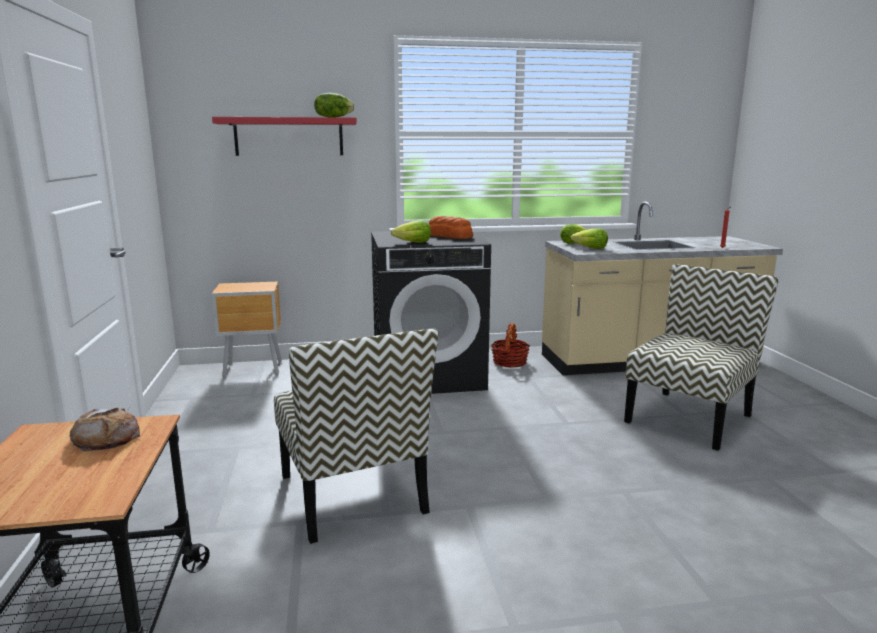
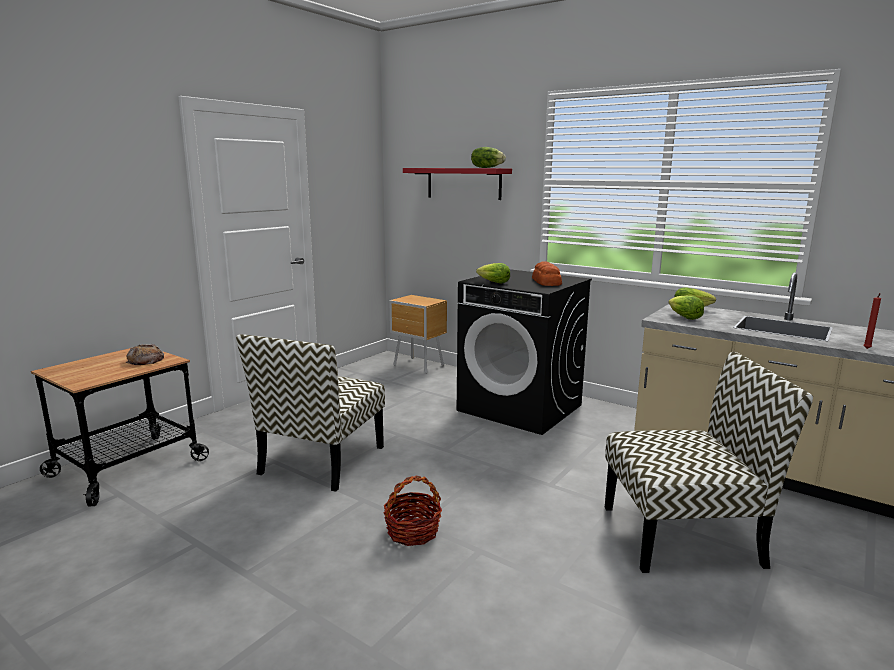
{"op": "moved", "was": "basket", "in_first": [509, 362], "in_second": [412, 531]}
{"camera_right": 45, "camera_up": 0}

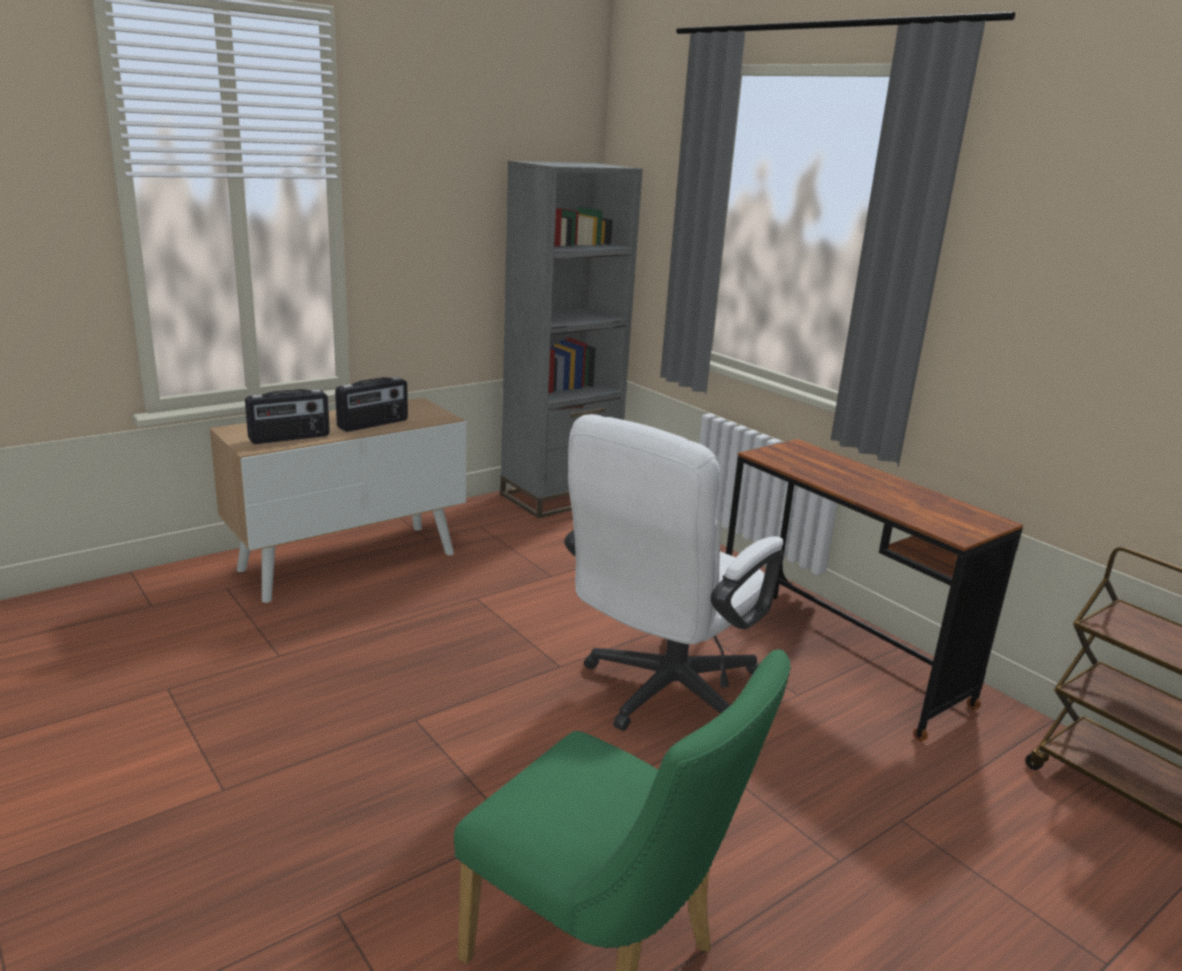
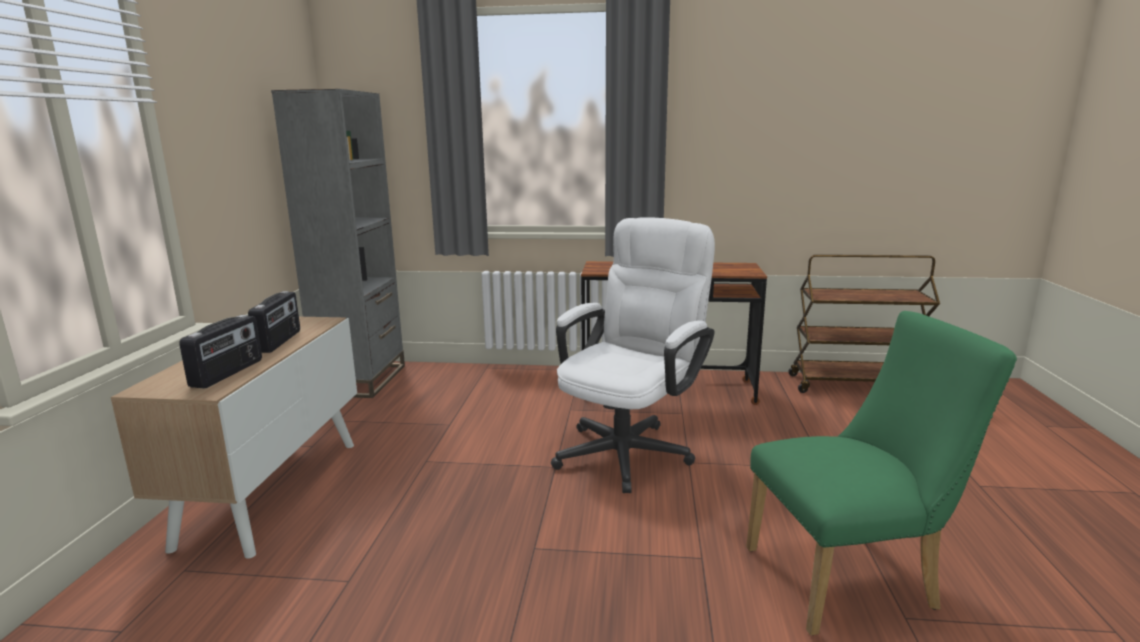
{"op": "turned", "was": "white computer chair", "in_first": [661, 694], "in_second": [630, 448], "clockwise": -135}
{"camera_right": -45, "camera_up": -5}

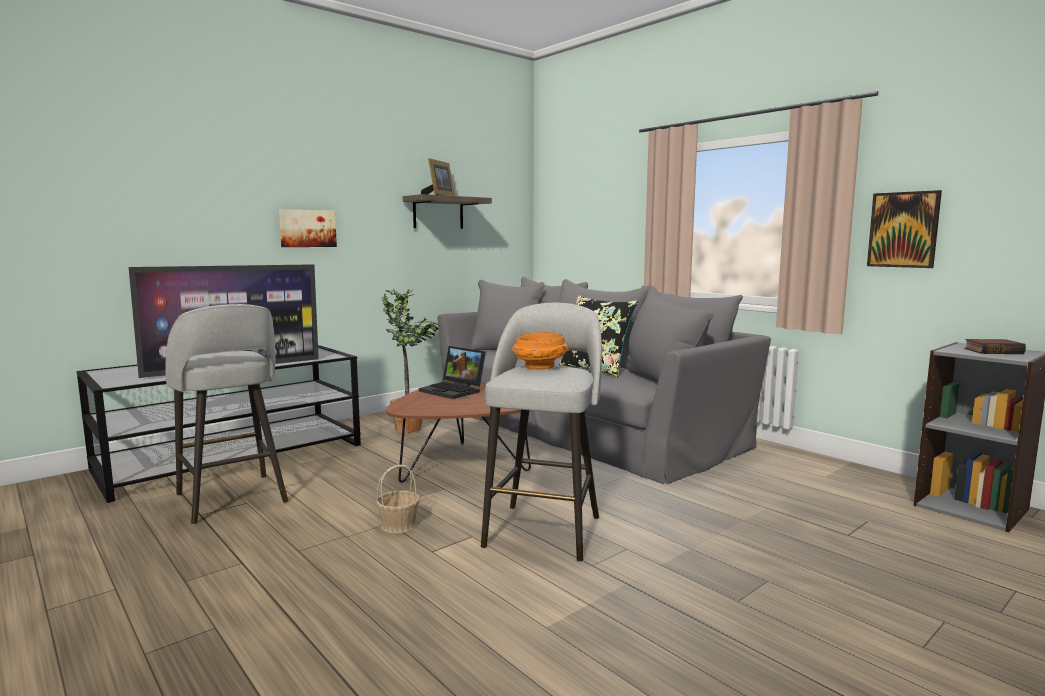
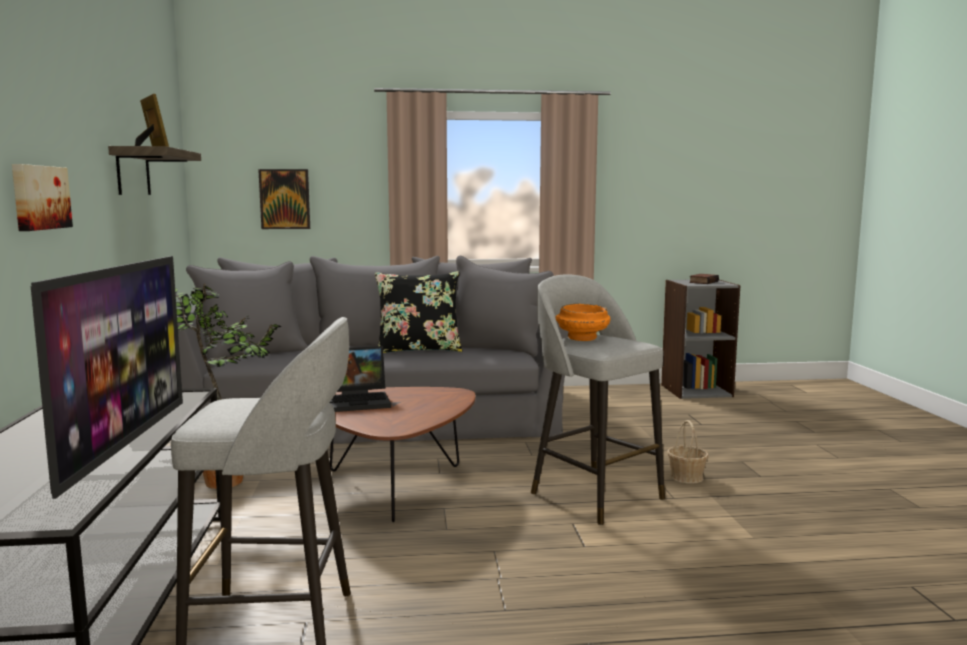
{"op": "moved", "was": "wall picture", "in_first": [903, 230], "in_second": [285, 199]}
{"op": "moved", "was": "basket", "in_first": [399, 525], "in_second": [686, 477]}
{"camera_right": -55, "camera_up": 0}

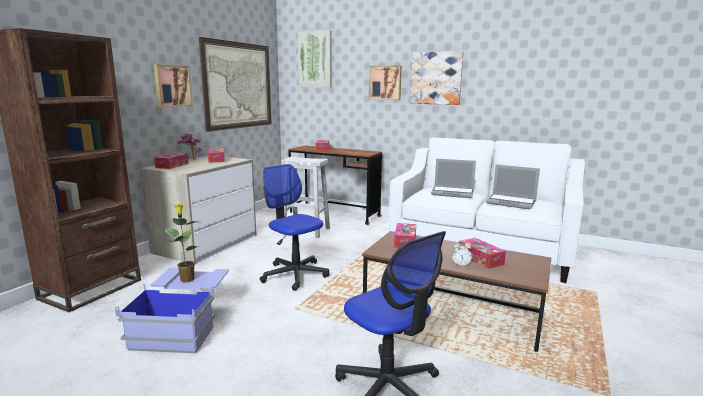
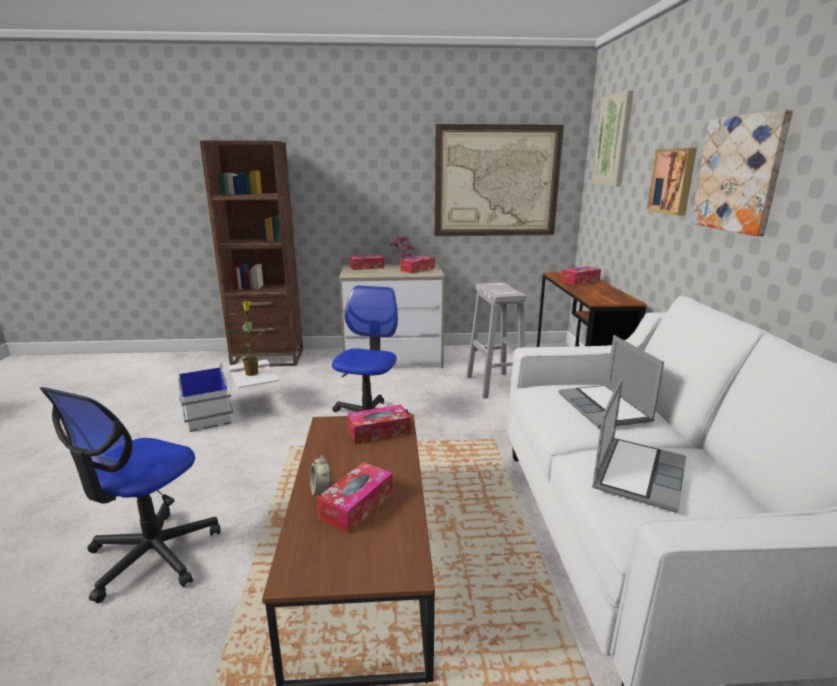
{"op": "recoloured", "was": "bluish storage container", "now": "white storage container", "in_first": [183, 325], "in_second": [232, 410]}
{"op": "turned", "was": "notebook computer", "in_first": [511, 202], "in_second": [638, 473], "clockwise": -150}
{"op": "removed", "was": "wall picture", "in_first": [172, 86]}
{"camera_right": 60, "camera_up": 5}

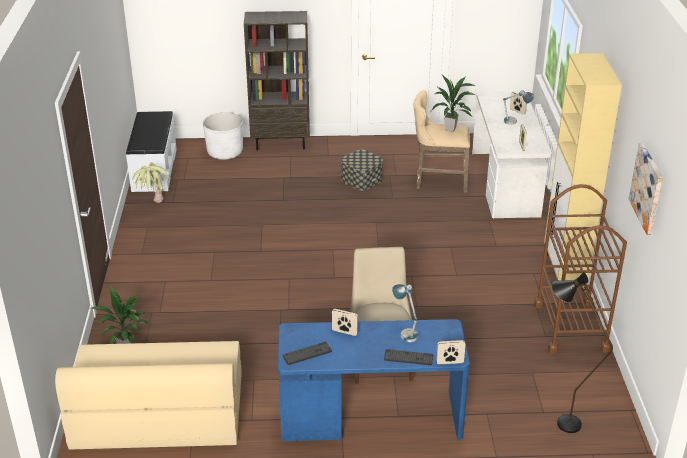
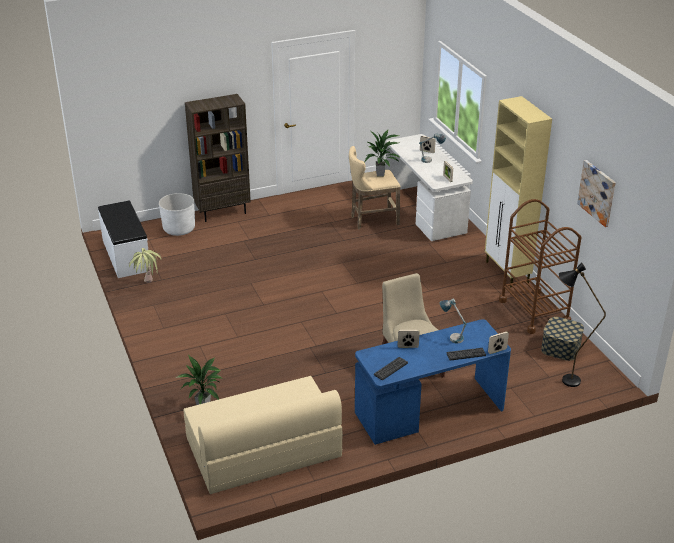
{"op": "moved", "was": "storage container", "in_first": [361, 179], "in_second": [560, 347]}
{"camera_right": -20, "camera_up": 0}

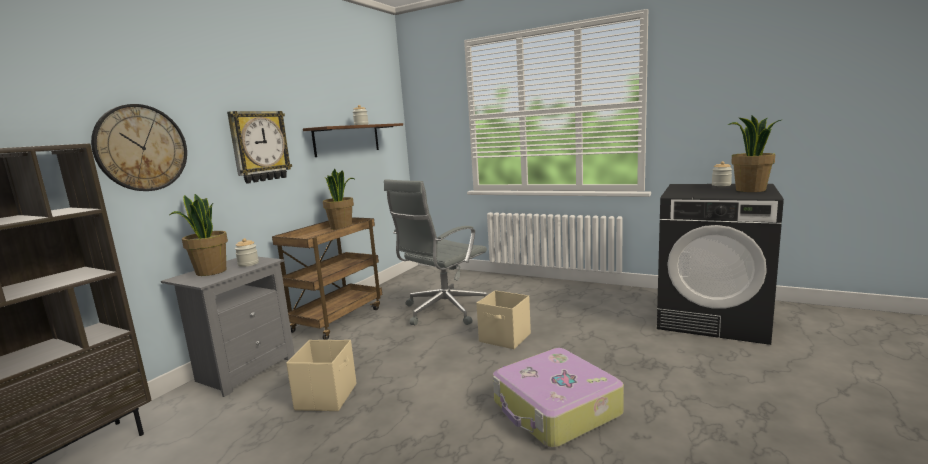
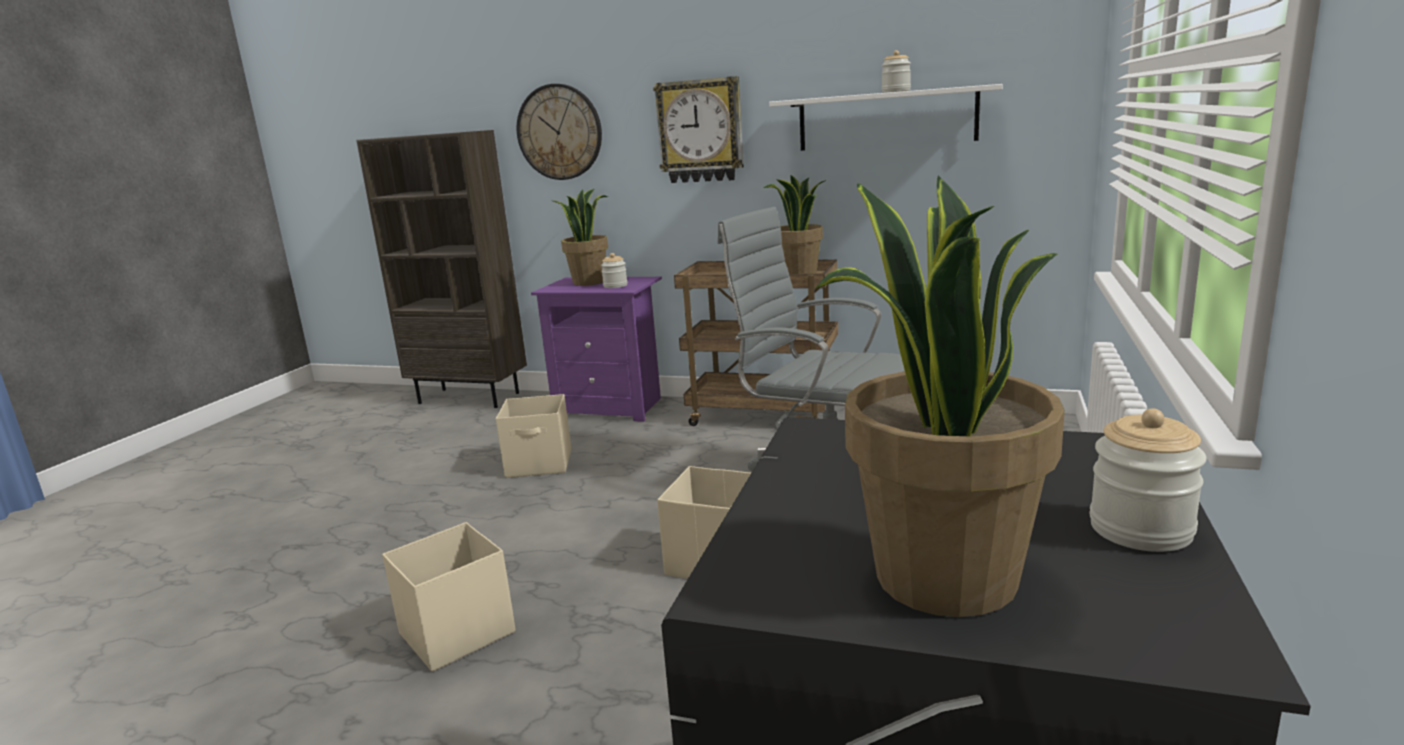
{"op": "replaced", "was": "piece of luggage", "now": "beige storage container", "in_first": [555, 409], "in_second": [455, 634]}
{"op": "recoloured", "was": "greyish nightstand", "now": "purple-coloured nightstand", "in_first": [244, 369], "in_second": [612, 407]}
{"op": "recoloured", "was": "brownish bracket shelf", "now": "white bracket shelf", "in_first": [347, 139], "in_second": [886, 119]}
{"camera_right": 80, "camera_up": 5}

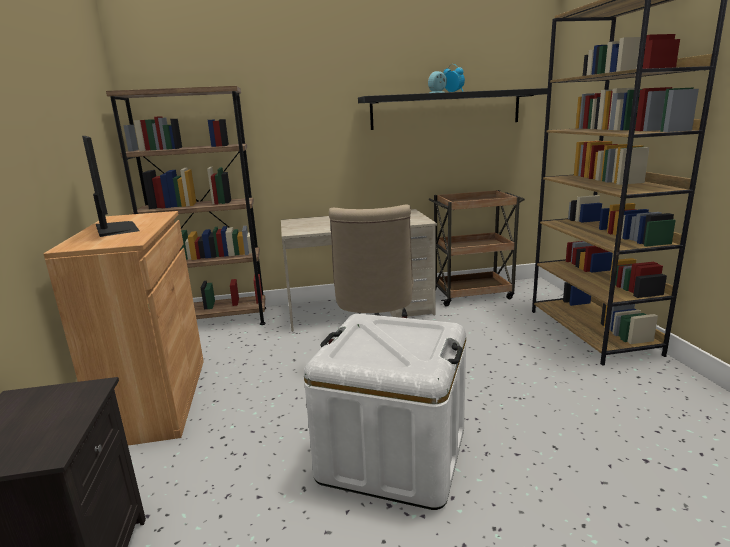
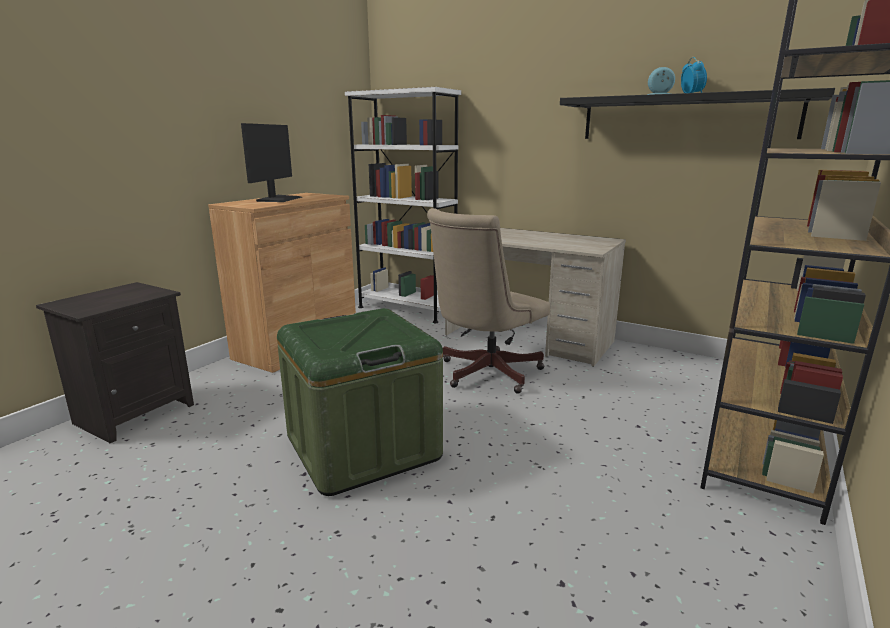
{"op": "recoloured", "was": "white storage container", "now": "green-coloured storage container", "in_first": [393, 454], "in_second": [363, 447]}
{"op": "recoloured", "was": "brownish bookcase", "now": "white bookcase", "in_first": [214, 321], "in_second": [407, 309]}
{"op": "removed", "was": "brownish wheeled cart", "in_first": [472, 294]}
{"camera_right": 40, "camera_up": 0}

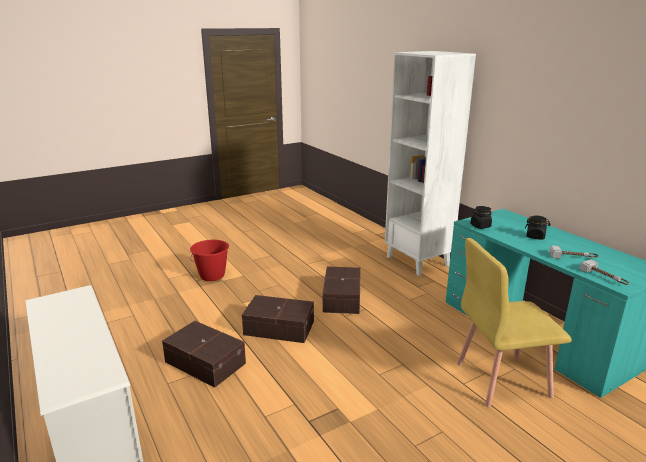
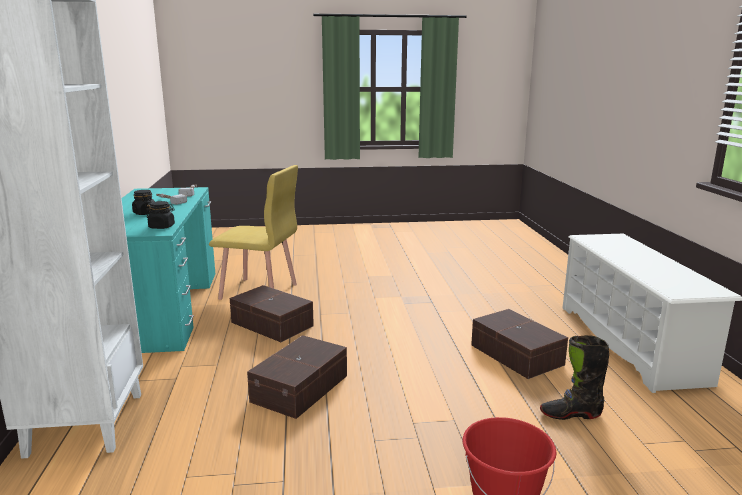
{"op": "moved", "was": "brownish storage container", "in_first": [279, 327], "in_second": [271, 325]}
{"op": "added", "now": "black high-top boot", "in_second": [570, 414]}
{"camera_right": -155, "camera_up": -5}

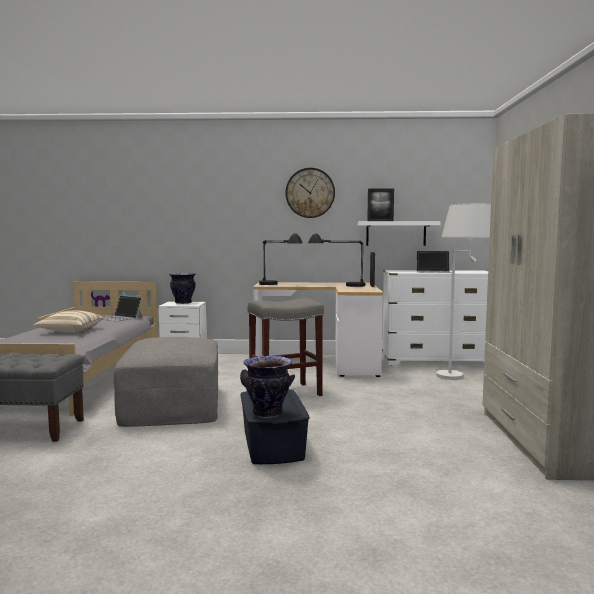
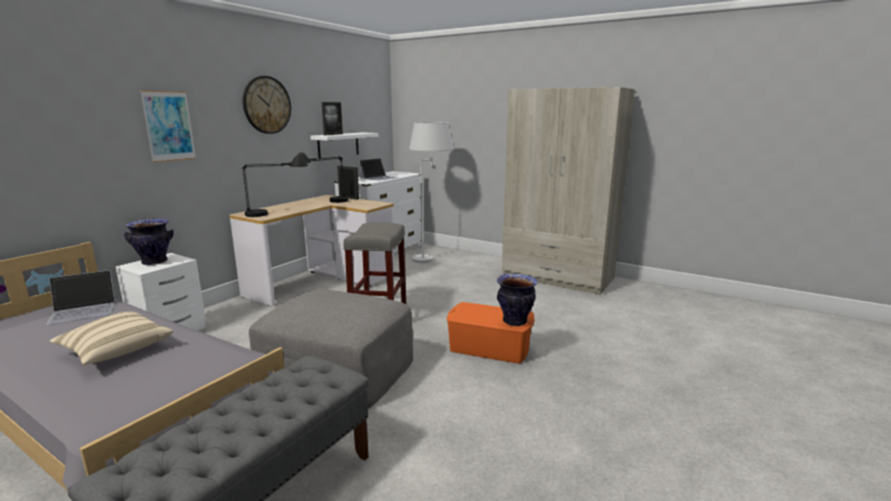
{"op": "added", "now": "wall picture", "in_second": [169, 126]}
{"op": "recoloured", "was": "bluish storage container", "now": "orange-coloured storage container", "in_first": [272, 444], "in_second": [489, 348]}
{"camera_right": -60, "camera_up": 10}

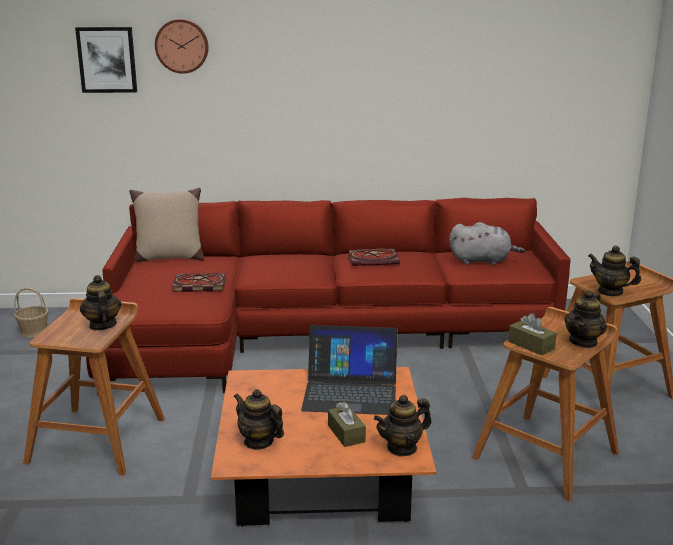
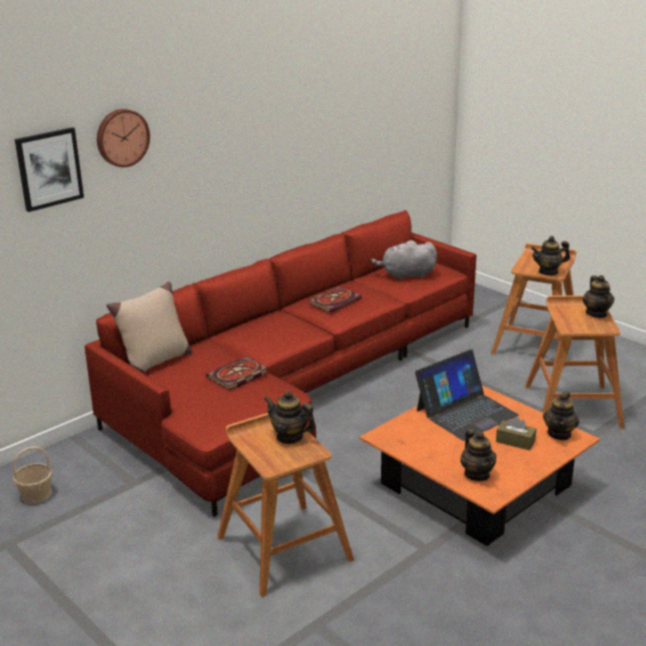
{"op": "turned", "was": "greyish plush toy", "in_first": [482, 261], "in_second": [406, 275], "clockwise": -150}
{"op": "turned", "was": "teapot", "in_first": [258, 442], "in_second": [477, 474], "clockwise": -105}
{"op": "removed", "was": "brownish tissue holder", "in_first": [531, 345]}
{"camera_right": -40, "camera_up": 5}

